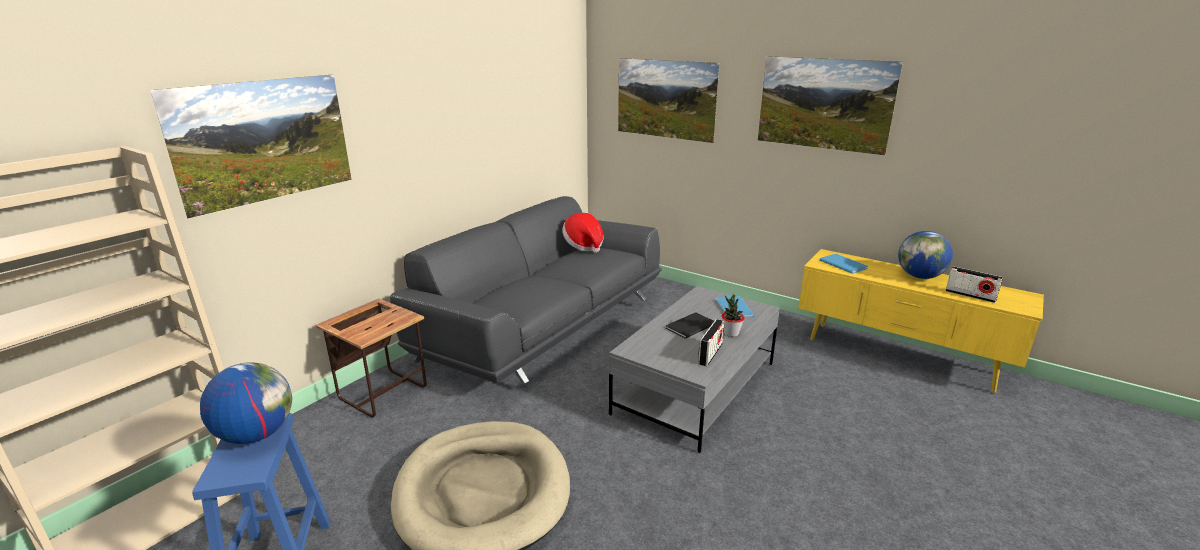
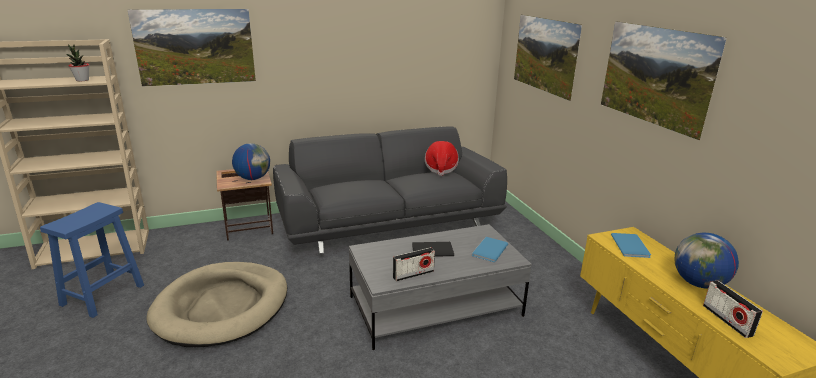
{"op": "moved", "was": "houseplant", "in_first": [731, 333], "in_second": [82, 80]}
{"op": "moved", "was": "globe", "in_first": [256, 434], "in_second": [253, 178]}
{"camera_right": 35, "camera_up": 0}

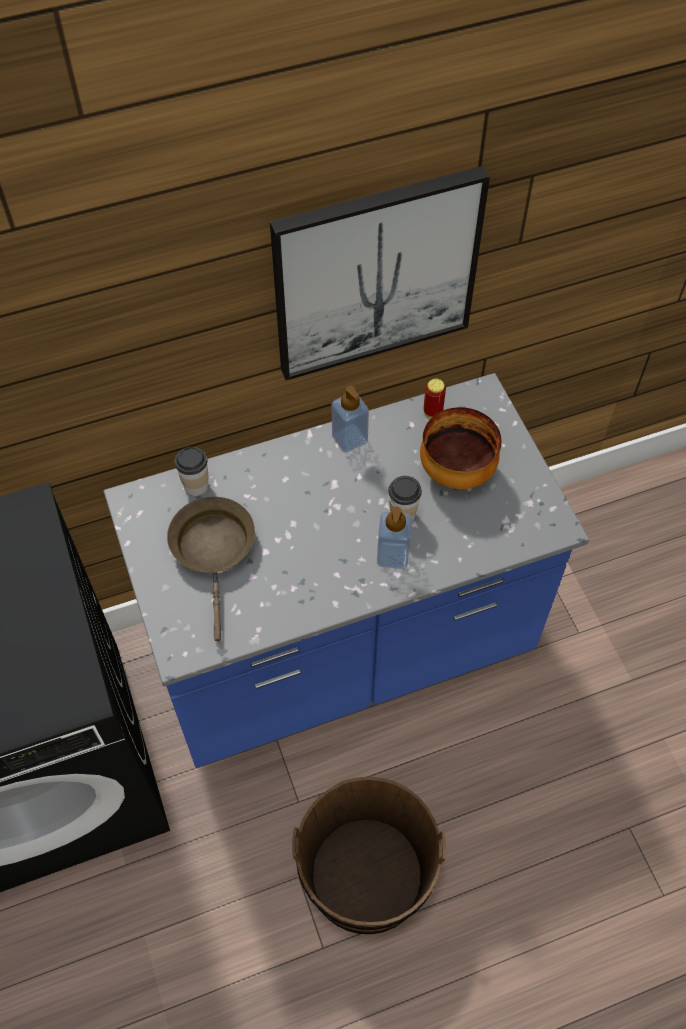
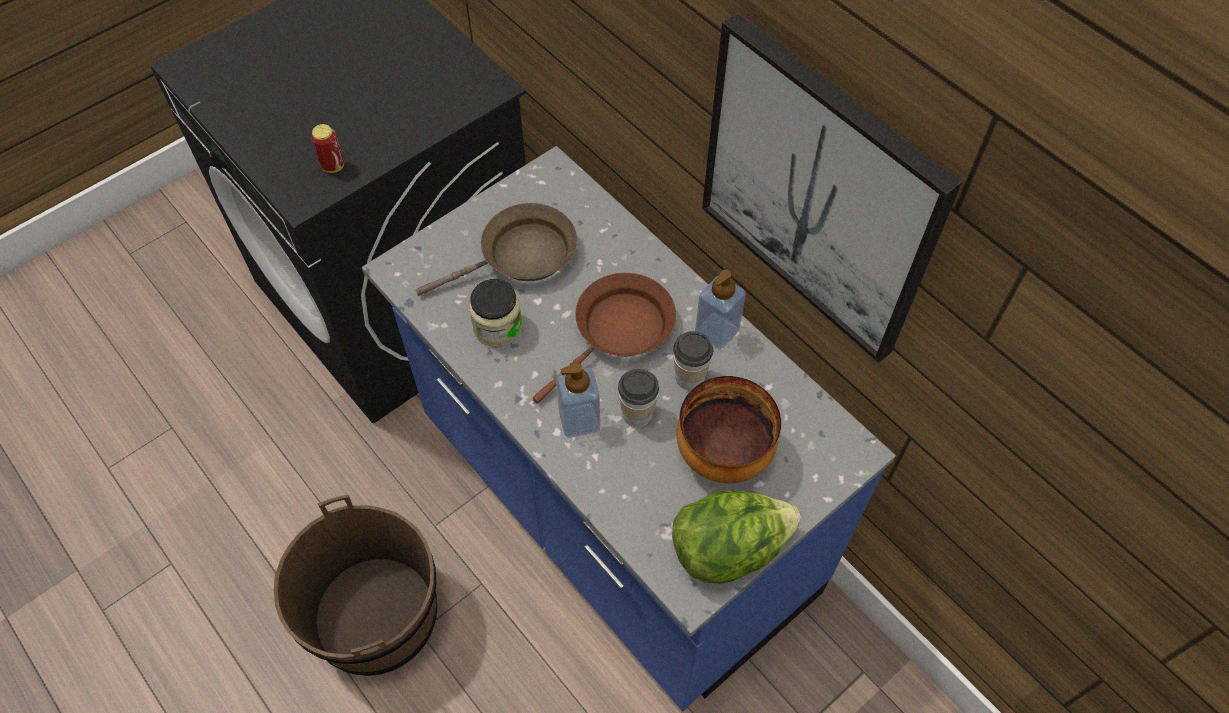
{"op": "moved", "was": "metal can", "in_first": [433, 411], "in_second": [333, 166]}
{"op": "added", "now": "preserve jar", "in_second": [498, 327]}
{"op": "added", "now": "brownish frying pan", "in_second": [619, 332]}
{"op": "added", "now": "head of lettuce", "in_second": [728, 549]}
{"op": "moved", "was": "drinking cup", "in_first": [196, 486], "in_second": [690, 377]}
{"camera_right": 70, "camera_up": 0}

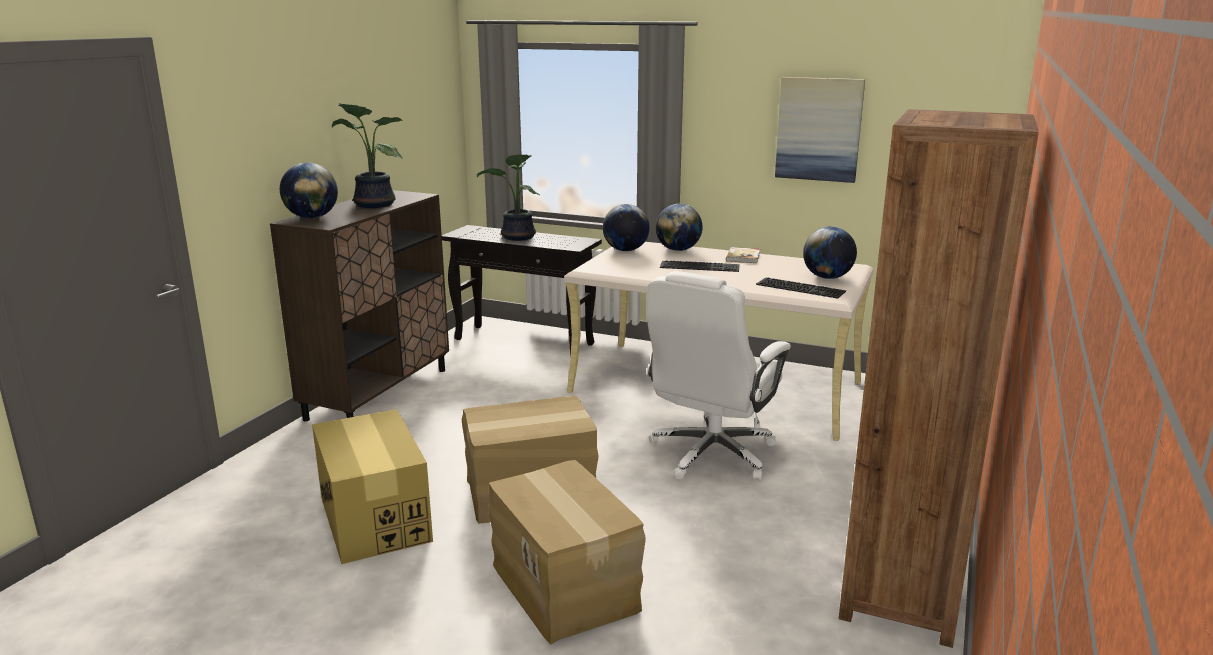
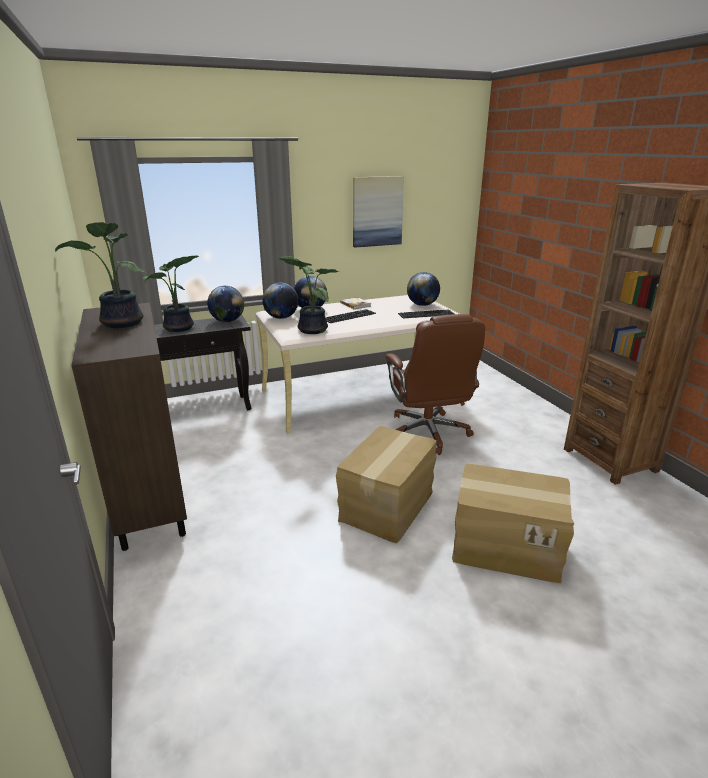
{"op": "moved", "was": "globe", "in_first": [312, 217], "in_second": [227, 321]}
{"op": "added", "now": "houseplant", "in_second": [310, 330]}
{"op": "recoloured", "was": "white computer chair", "now": "brownish computer chair", "in_first": [711, 454], "in_second": [428, 433]}
{"op": "removed", "was": "cardboard box", "in_first": [375, 519]}
{"camera_right": -45, "camera_up": 5}

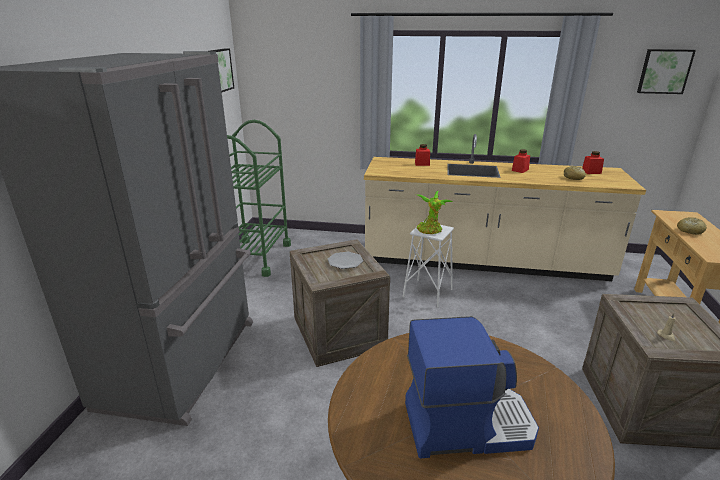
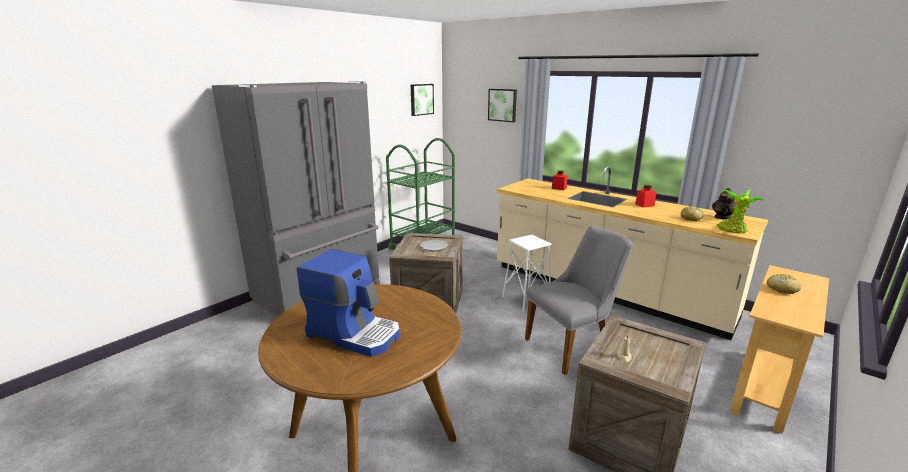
{"op": "moved", "was": "wall picture", "in_first": [664, 71], "in_second": [503, 105]}
{"op": "added", "now": "greyish upright chair", "in_second": [573, 346]}
{"op": "replaced", "was": "red-coloured preserve jar", "now": "teapot", "in_first": [591, 172], "in_second": [722, 217]}
{"op": "moved", "was": "houseplant", "in_first": [430, 231], "in_second": [733, 230]}
{"camera_right": 30, "camera_up": -5}

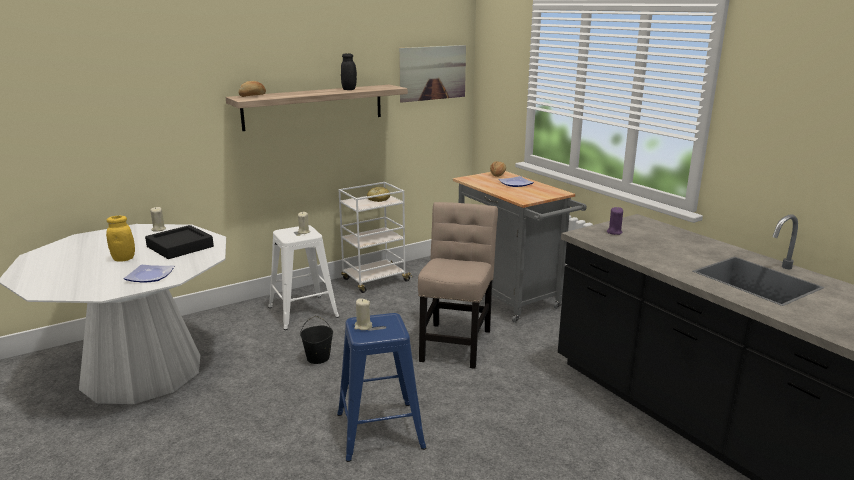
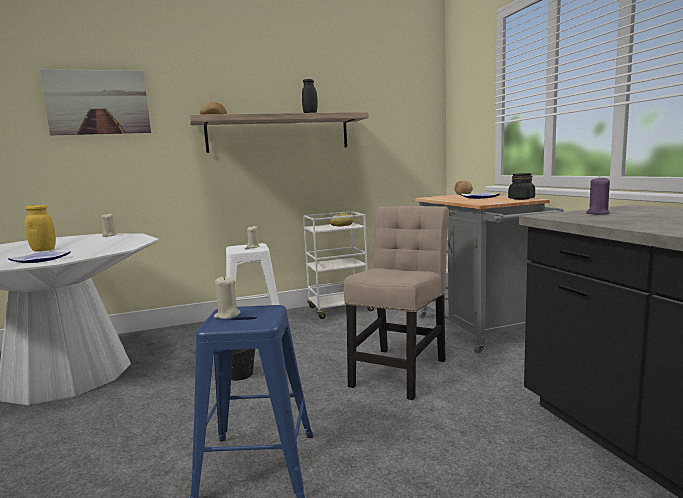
{"op": "moved", "was": "wall picture", "in_first": [432, 73], "in_second": [98, 102]}
{"op": "added", "now": "black preserve jar", "in_second": [521, 199]}
{"op": "removed", "was": "black serving tray", "in_first": [180, 247]}
{"camera_right": 15, "camera_up": -10}

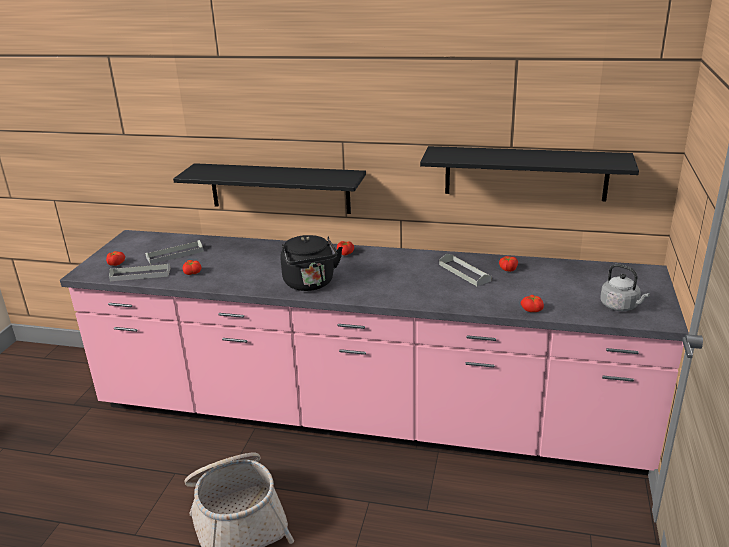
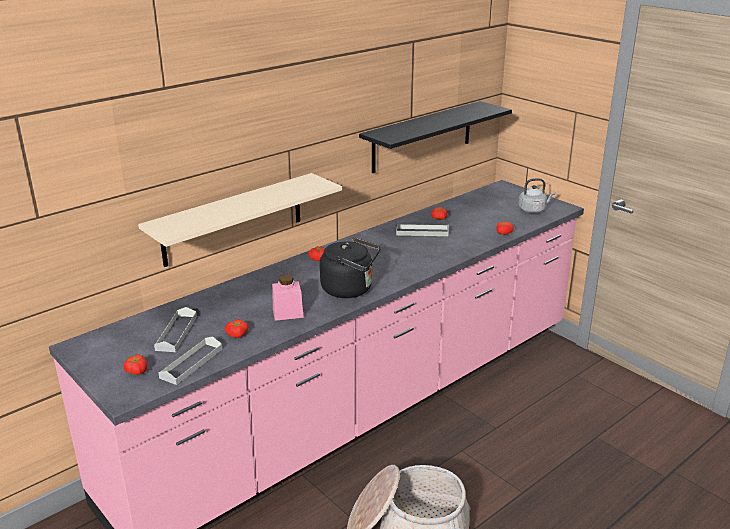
{"op": "recoloured", "was": "black bracket shelf", "now": "beige bracket shelf", "in_first": [279, 188], "in_second": [233, 219]}
{"op": "added", "now": "pink preserve jar", "in_second": [288, 313]}
{"camera_right": -55, "camera_up": 0}

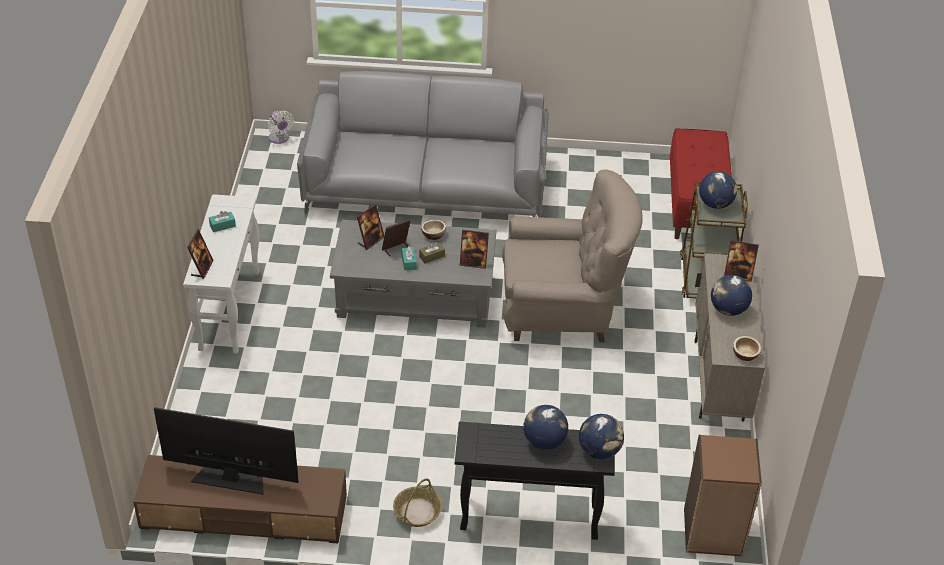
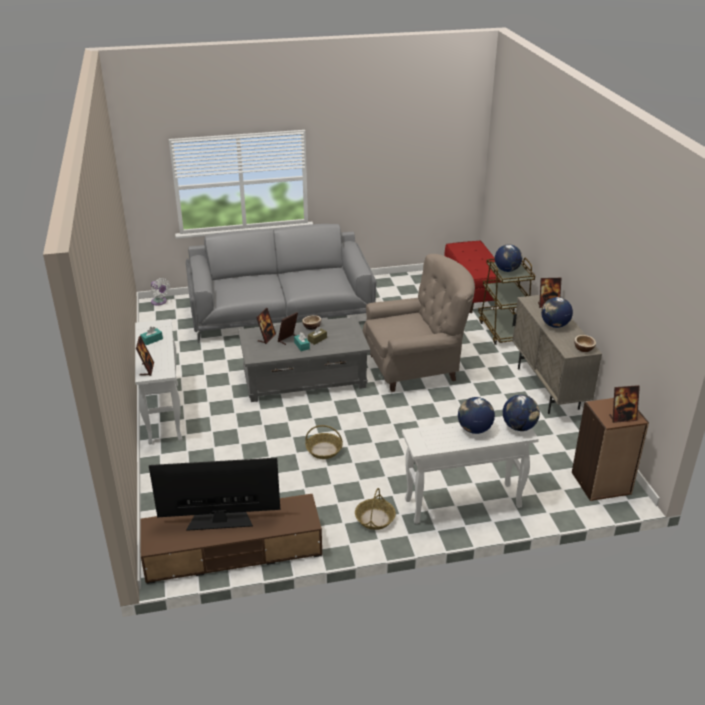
{"op": "added", "now": "basket", "in_second": [323, 450]}
{"op": "recoloured", "was": "black console table", "now": "white console table", "in_first": [528, 518], "in_second": [462, 504]}
{"op": "moved", "was": "standing frame", "in_first": [473, 263], "in_second": [622, 418]}
{"camera_right": -15, "camera_up": -10}

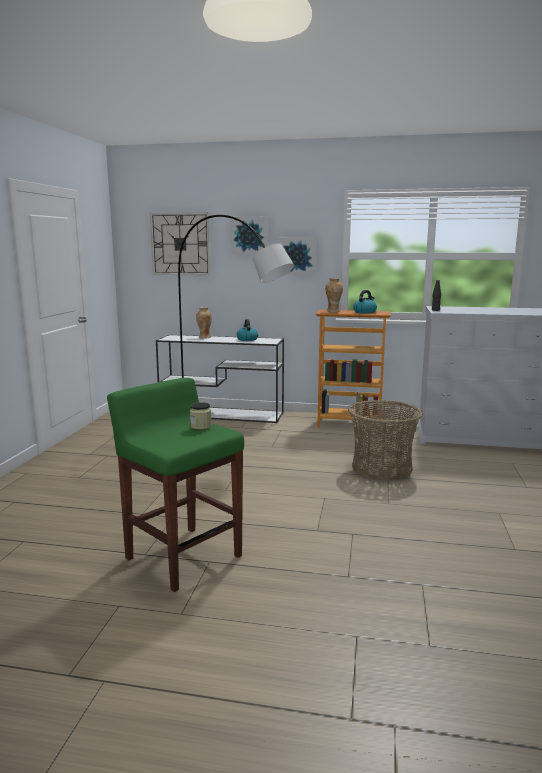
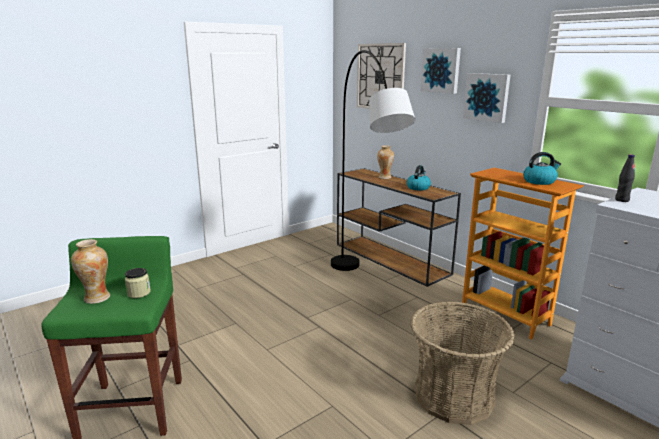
{"op": "moved", "was": "flower vase", "in_first": [333, 311], "in_second": [97, 298]}
{"op": "recoloured", "was": "white console table", "now": "brownish console table", "in_first": [223, 414], "in_second": [391, 259]}
{"camera_right": 40, "camera_up": 5}

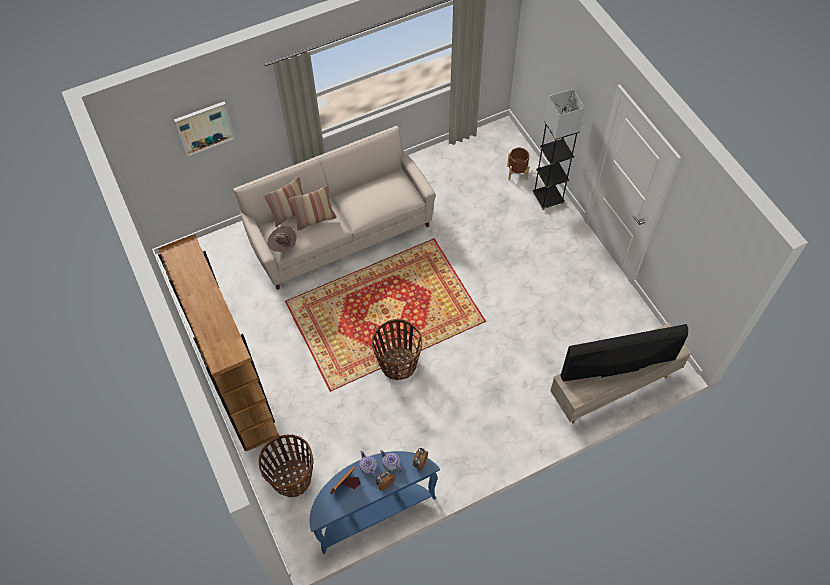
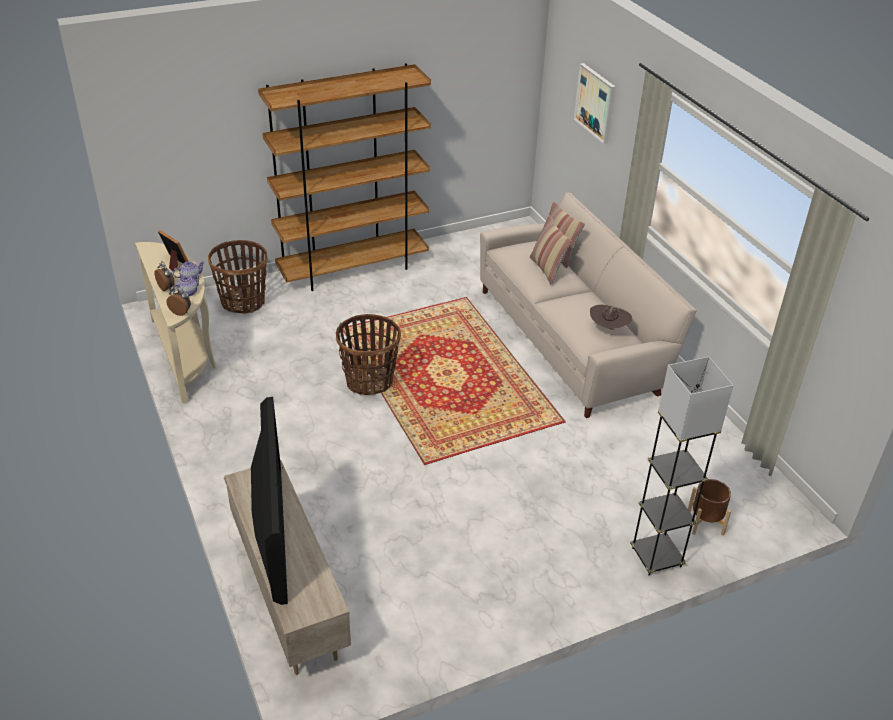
{"op": "recoloured", "was": "bluish console table", "now": "beige console table", "in_first": [373, 510], "in_second": [186, 356]}
{"op": "moved", "was": "brownish wearable hat", "in_first": [283, 246], "in_second": [608, 329]}
{"camera_right": 90, "camera_up": -20}

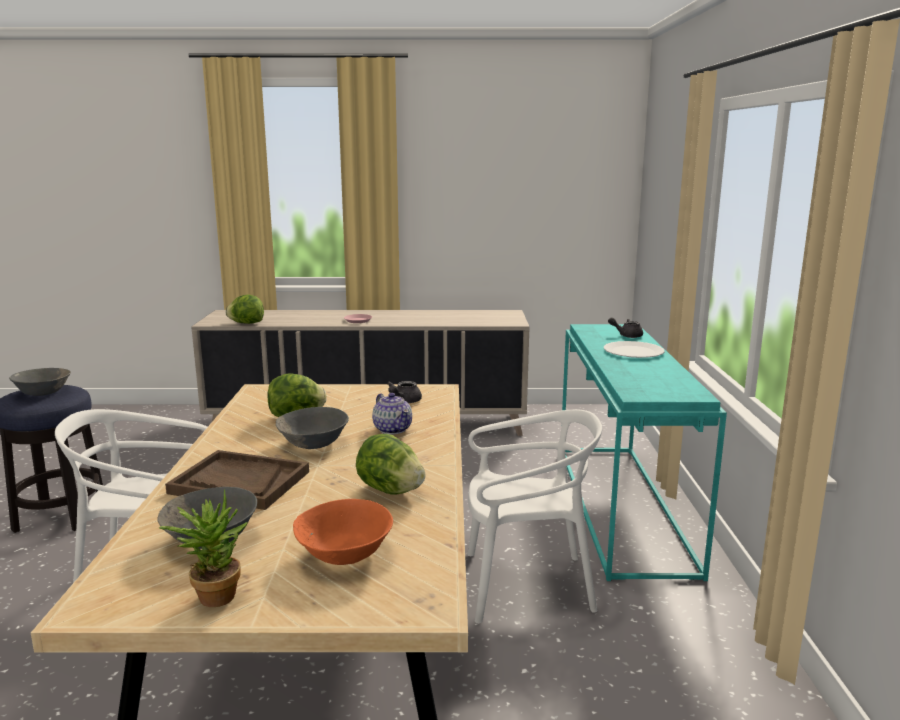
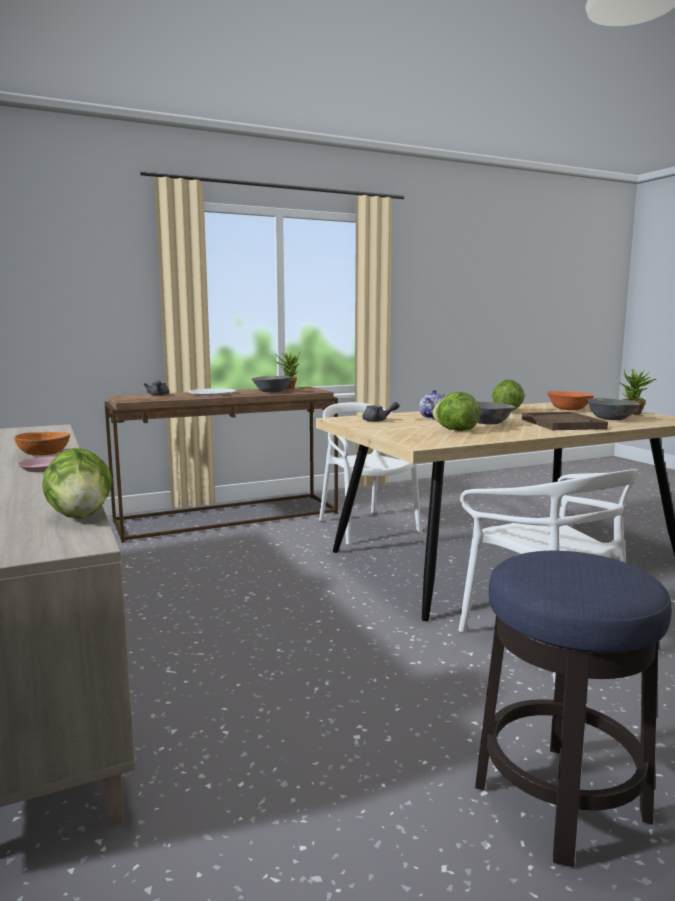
{"op": "added", "now": "orange-coloured bowl", "in_second": [43, 454]}
{"op": "recoloured", "was": "turquoise-coloured console table", "now": "brownish console table", "in_first": [623, 506], "in_second": [228, 517]}
{"op": "moved", "was": "greyish bowl", "in_first": [42, 393], "in_second": [272, 392]}
{"op": "added", "now": "houseplant", "in_second": [288, 388]}
{"camera_right": -115, "camera_up": -5}

